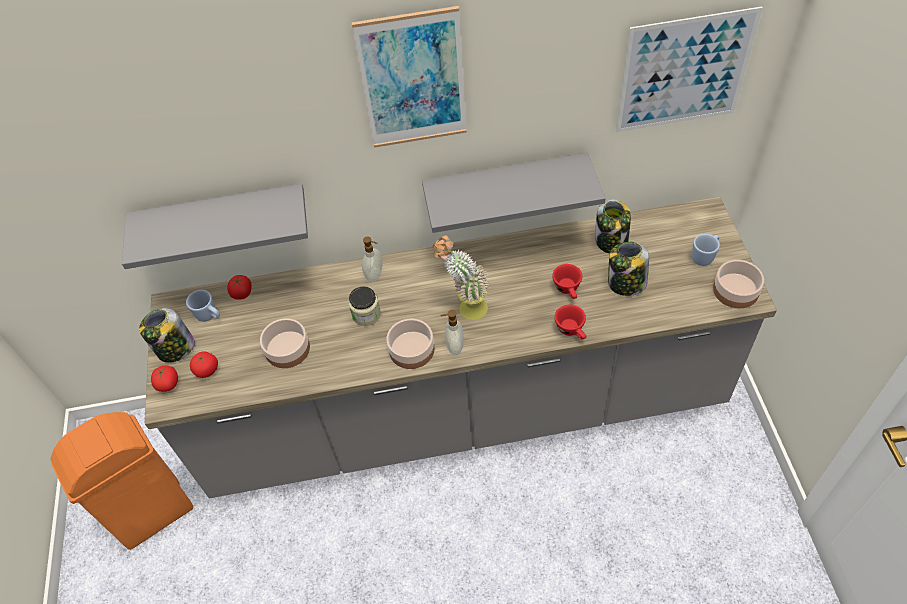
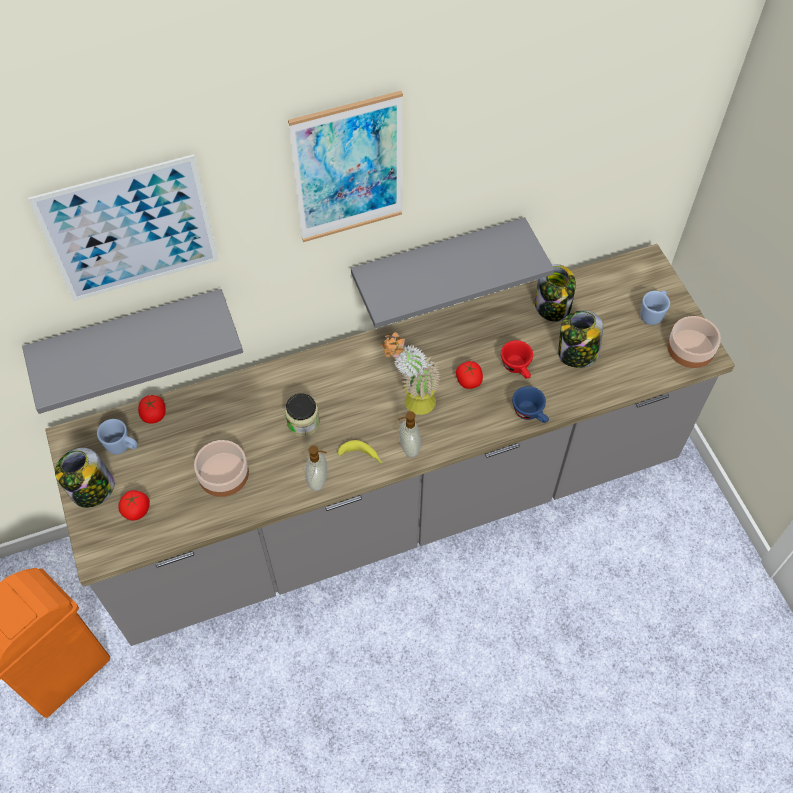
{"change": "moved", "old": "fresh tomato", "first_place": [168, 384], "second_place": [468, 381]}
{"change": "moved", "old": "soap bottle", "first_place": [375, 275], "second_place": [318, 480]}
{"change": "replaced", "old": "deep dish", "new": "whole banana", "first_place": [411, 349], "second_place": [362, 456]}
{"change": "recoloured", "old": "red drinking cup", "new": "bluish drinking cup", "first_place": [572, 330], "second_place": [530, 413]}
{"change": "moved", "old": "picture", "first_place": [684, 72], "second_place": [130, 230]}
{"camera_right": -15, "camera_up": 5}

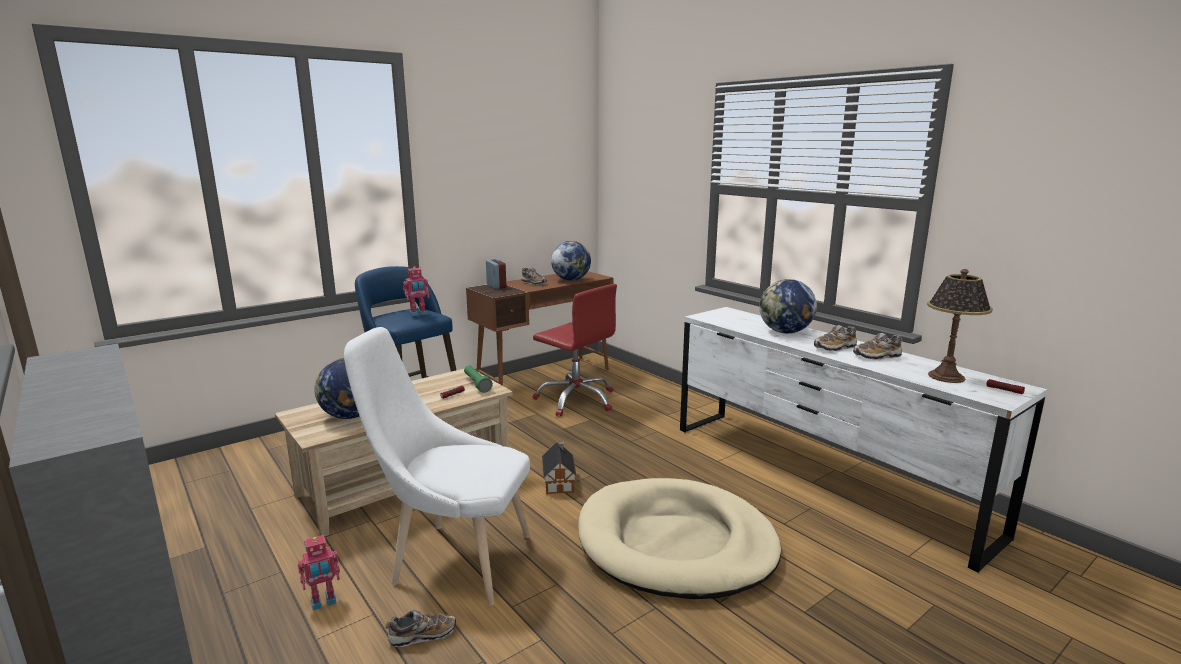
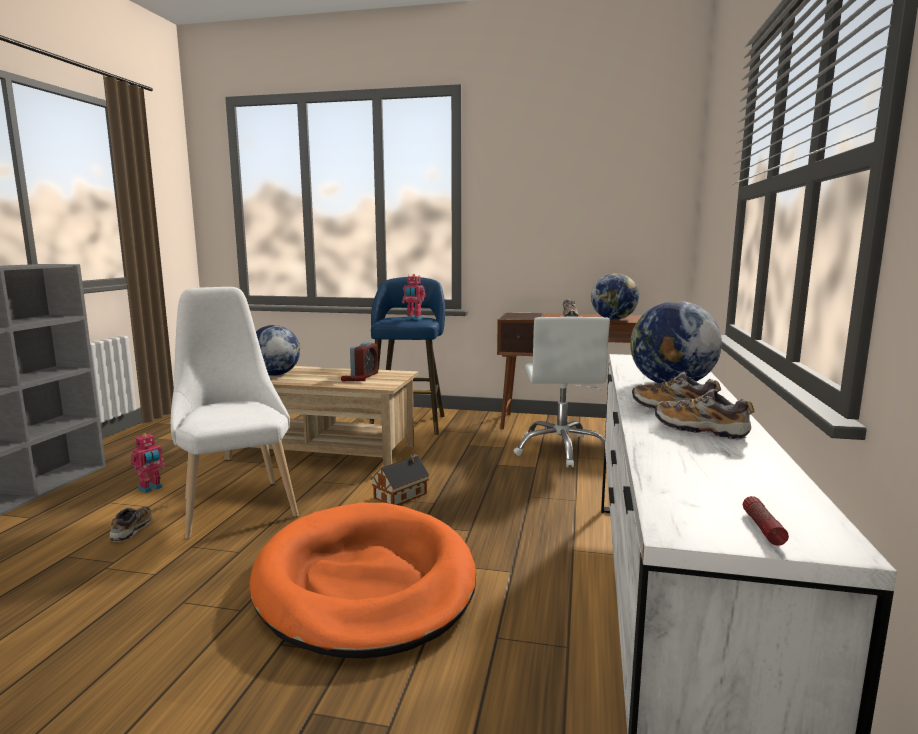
{"change": "turned", "old": "model robot", "first_place": [324, 602], "second_place": [151, 488], "degrees": -75}
{"change": "turned", "old": "shoe", "first_place": [422, 636], "second_place": [131, 530], "degrees": -120}
{"change": "removed", "old": "green hand torch", "first_place": [476, 384]}
{"change": "moved", "old": "bedside clock", "first_place": [496, 286], "second_place": [364, 375]}
{"change": "recoloured", "old": "red office chair", "new": "white-coloured office chair", "first_place": [576, 399], "second_place": [561, 449]}
{"change": "recoloured", "old": "beige pet bed", "new": "orange pet bed", "first_place": [676, 543], "second_place": [365, 583]}
{"change": "removed", "old": "tabletop lamp", "first_place": [946, 376]}
{"camera_right": 50, "camera_up": -5}

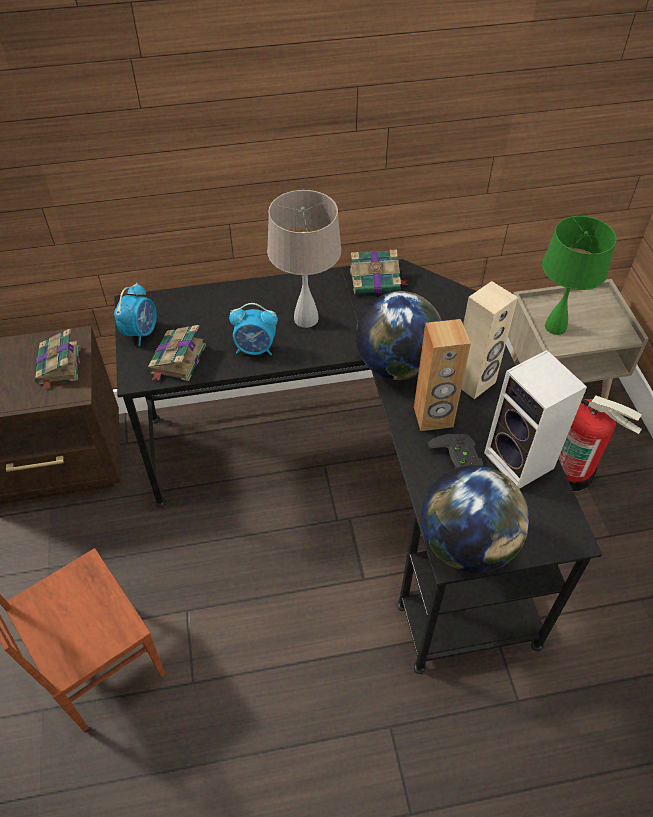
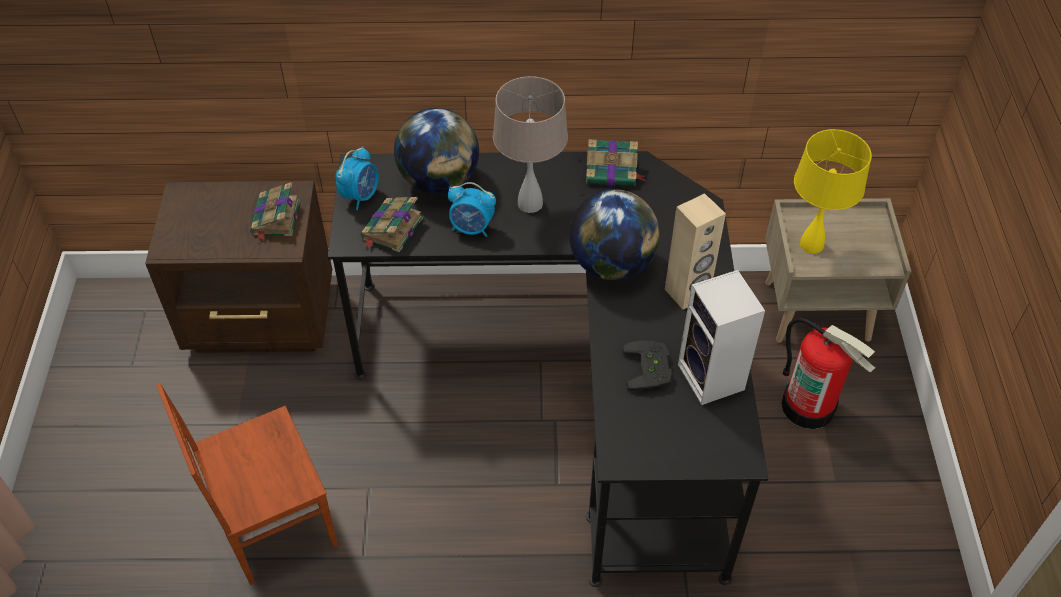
{"change": "removed", "old": "brown-coloured audio speaker", "first_place": [433, 417]}
{"change": "moved", "old": "world globe", "first_place": [467, 544], "second_place": [439, 181]}
{"change": "recoloured", "old": "green tabletop lamp", "new": "yellow-coloured tabletop lamp", "first_place": [555, 327], "second_place": [812, 245]}
{"camera_right": 10, "camera_up": 0}

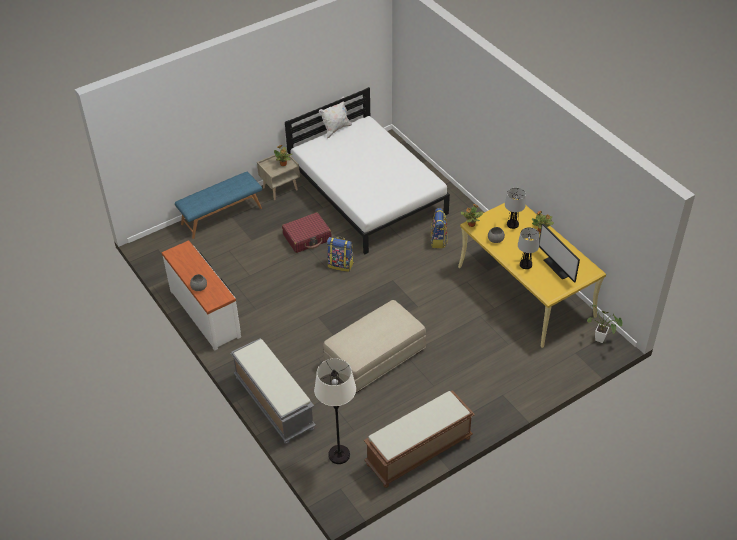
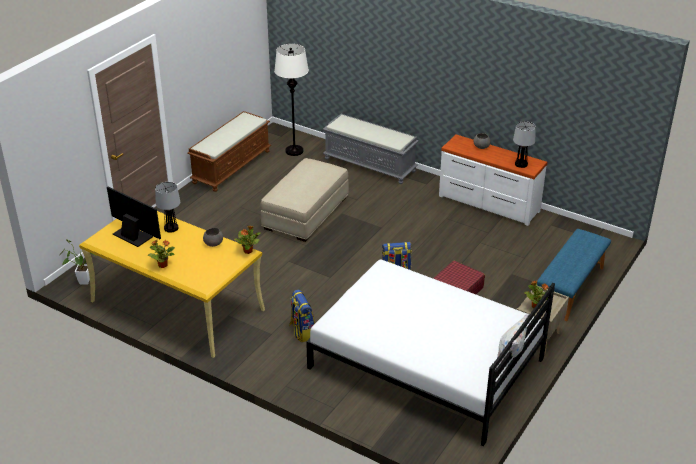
{"change": "moved", "old": "tabletop lamp", "first_place": [512, 224], "second_place": [521, 164]}
{"camera_right": 155, "camera_up": -10}

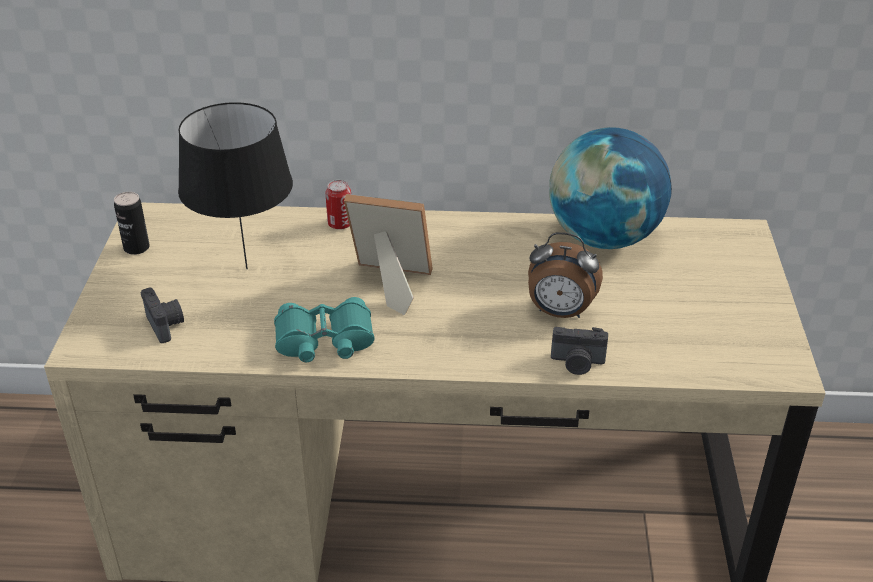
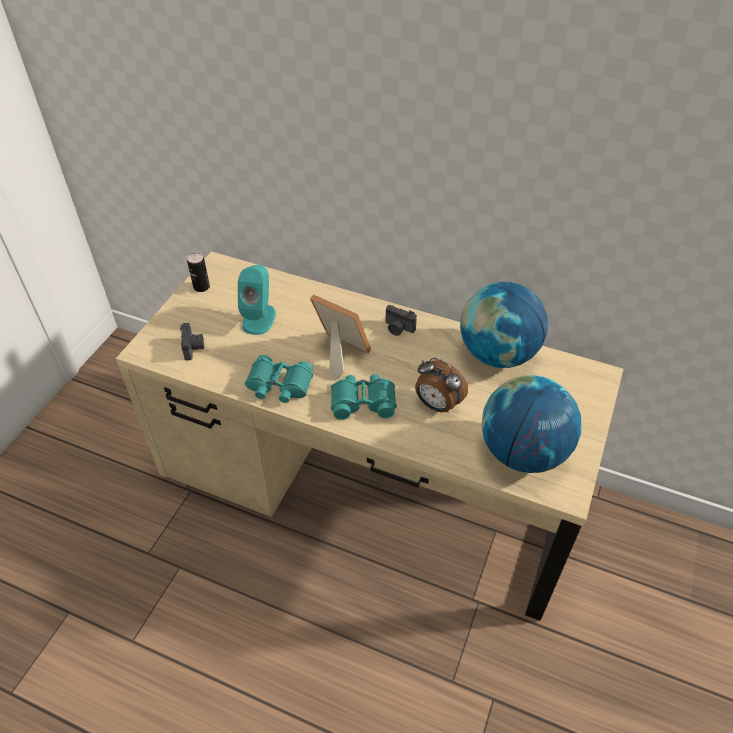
{"change": "replaced", "old": "black-coloured tabletop lamp", "new": "blue-green audio speaker", "first_place": [247, 268], "second_place": [259, 318]}
{"change": "removed", "old": "can", "first_place": [340, 224]}
{"change": "moved", "old": "photo camera", "first_place": [577, 363], "second_place": [398, 328]}
{"change": "added", "new": "blue-green binoculars", "second_place": [363, 401]}
{"change": "added", "new": "world globe", "second_place": [523, 452]}
{"camera_right": 20, "camera_up": 10}

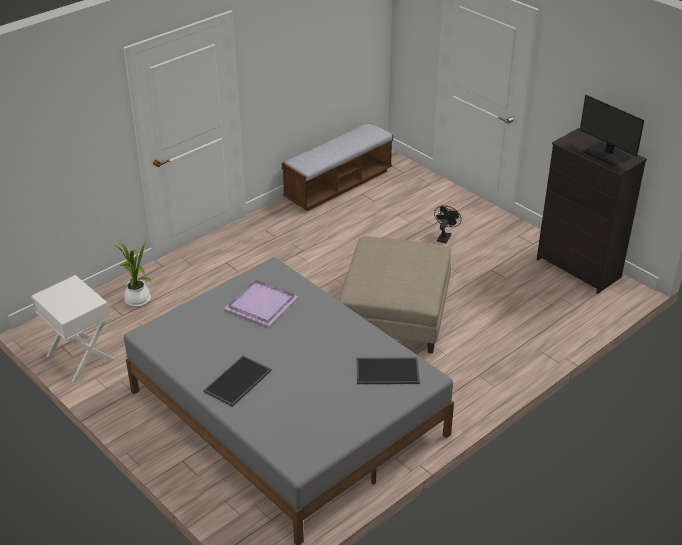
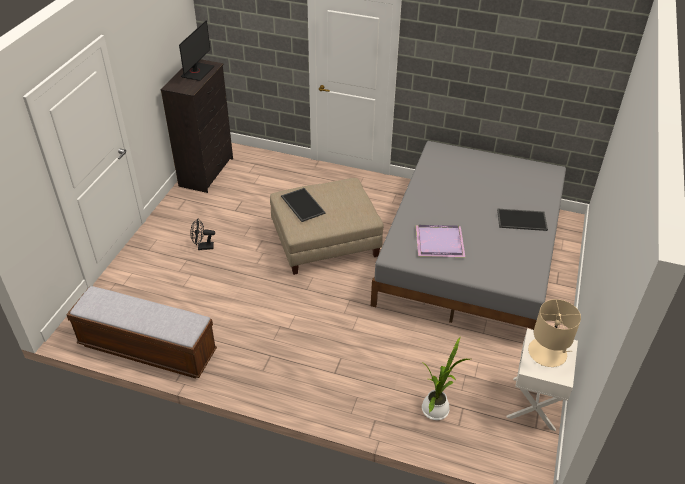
{"change": "moved", "old": "tray", "first_place": [388, 370], "second_place": [302, 205]}
{"change": "added", "new": "beige tabletop lamp", "second_place": [548, 352]}
{"camera_right": -120, "camera_up": 5}

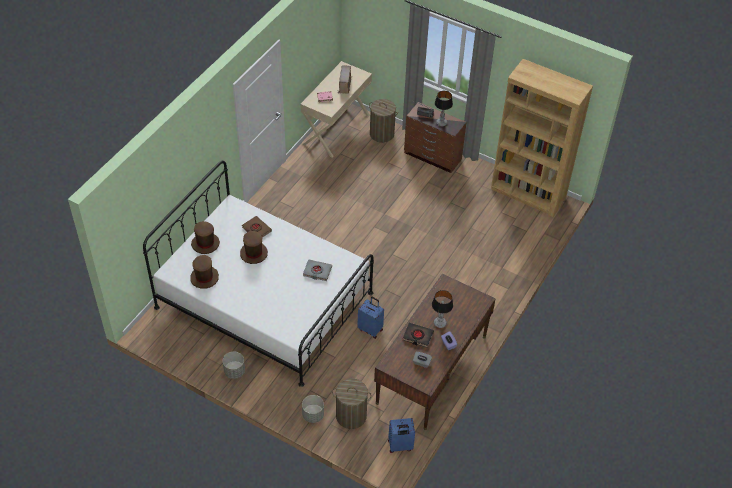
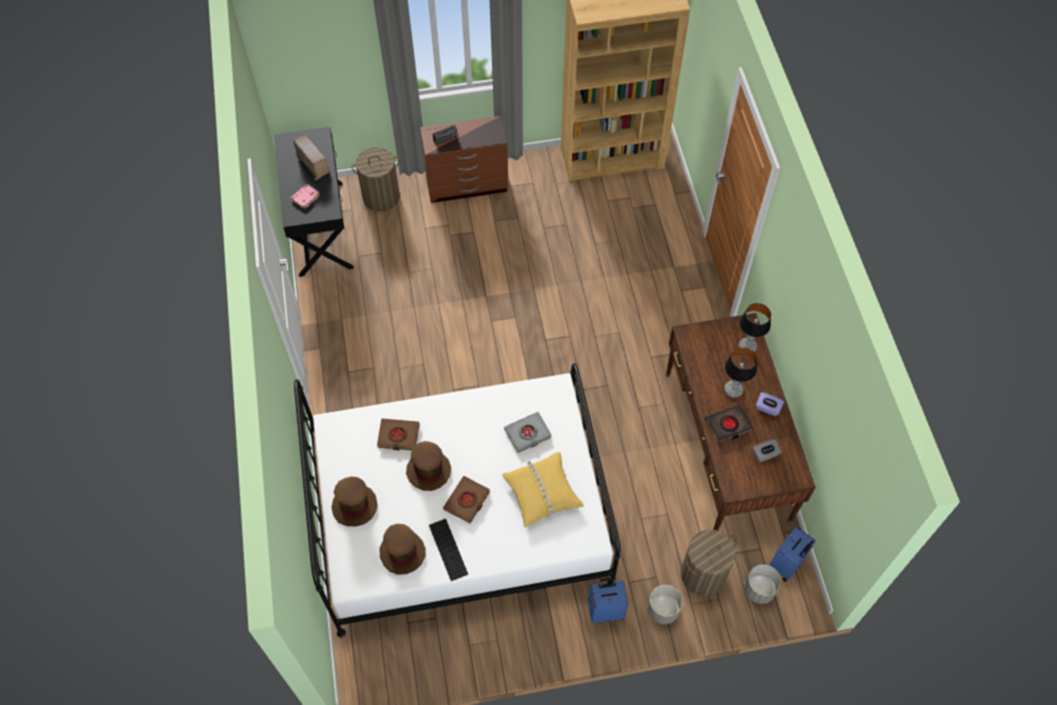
{"change": "moved", "old": "gray planter", "first_place": [234, 371], "second_place": [759, 589]}
{"change": "recoloured", "old": "beige hall table", "new": "black-coloured hall table", "first_place": [336, 129], "second_place": [320, 228]}
{"change": "moved", "old": "bluish suitcase", "first_place": [370, 329], "second_place": [606, 610]}
{"change": "moved", "old": "tabletop lamp", "first_place": [441, 123], "second_place": [747, 346]}
{"change": "added", "new": "PC keyboard", "second_place": [448, 549]}
{"change": "added", "new": "brown-coloured bound book", "second_place": [467, 501]}
{"change": "added", "new": "yellow-coloured throw pillow", "second_place": [542, 492]}
{"camera_right": -40, "camera_up": 10}

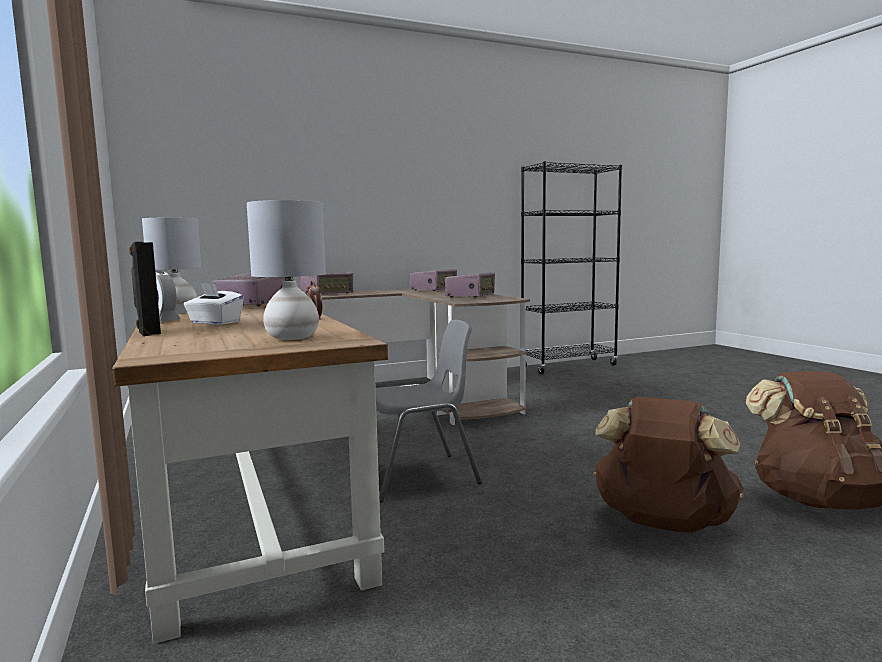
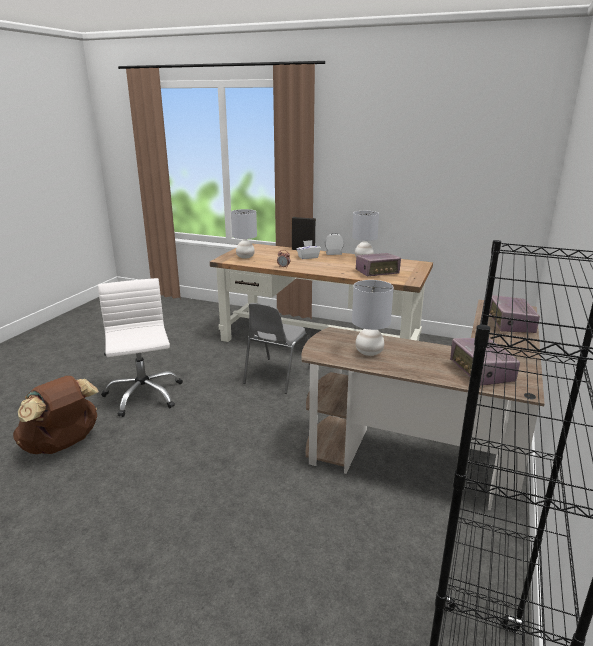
{"change": "replaced", "old": "radio set", "new": "gray tabletop lamp", "first_place": [471, 296], "second_place": [369, 352]}
{"change": "replaced", "old": "brown-coloured rucksack", "new": "white-coloured office chair", "first_place": [662, 524], "second_place": [143, 395]}
{"camera_right": 135, "camera_up": 15}

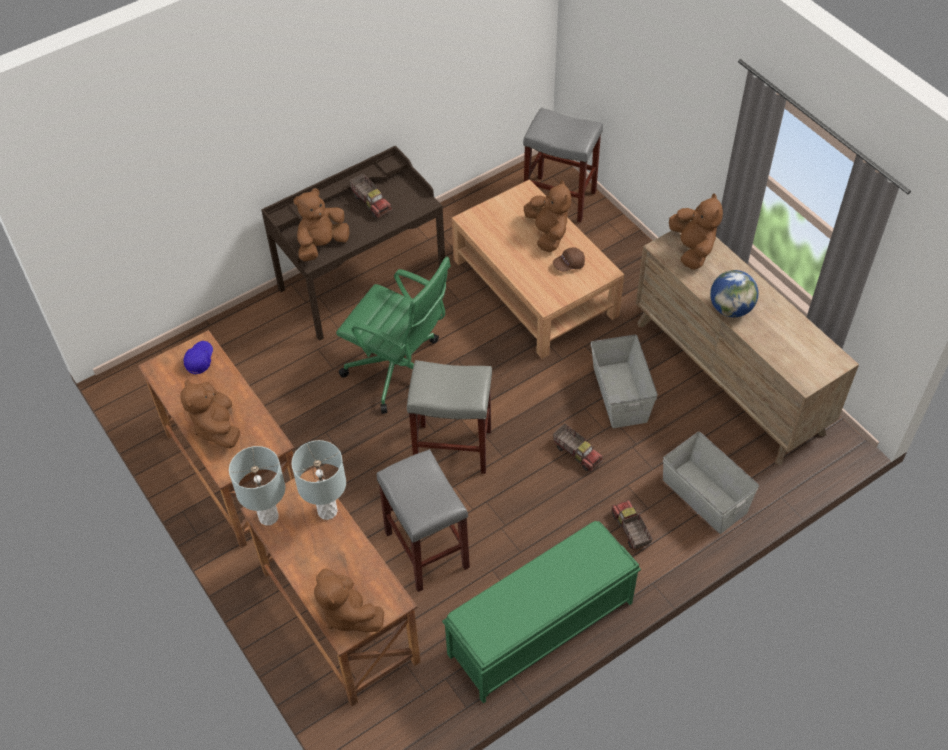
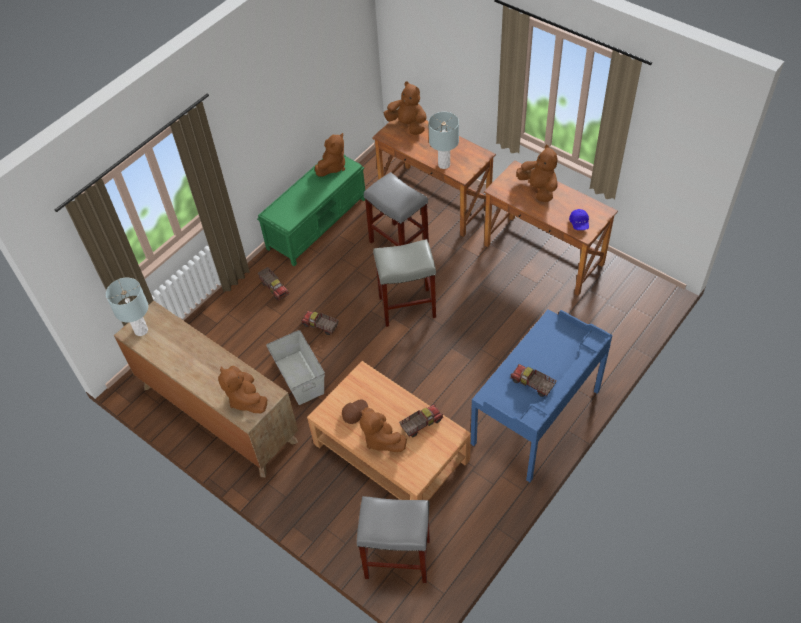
{"change": "moved", "old": "gray tabletop lamp", "first_place": [268, 516], "second_place": [141, 330]}
{"change": "recoloured", "old": "brown-coloured desk", "new": "bluish desk", "first_place": [361, 281], "second_place": [536, 417]}
{"change": "moved", "old": "brown-coloured soft toy", "first_place": [322, 245], "second_place": [332, 167]}
{"change": "removed", "old": "green office chair", "first_place": [399, 371]}
{"change": "removed", "old": "gray storage bin", "first_place": [704, 496]}
{"change": "removed", "old": "world globe", "first_place": [730, 308]}
{"change": "added", "new": "toy truck", "second_place": [421, 424]}
{"camera_right": 165, "camera_up": 0}

